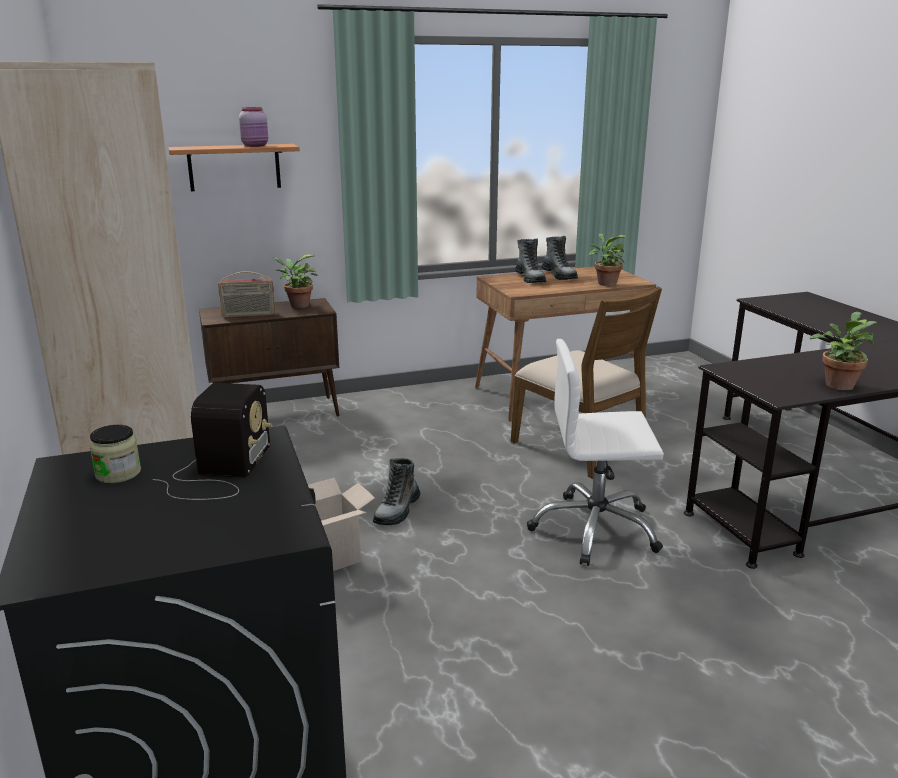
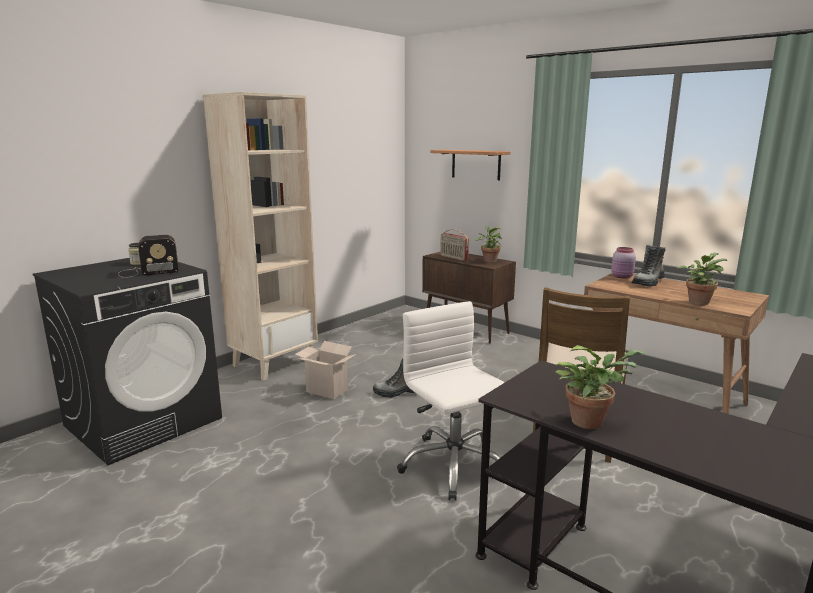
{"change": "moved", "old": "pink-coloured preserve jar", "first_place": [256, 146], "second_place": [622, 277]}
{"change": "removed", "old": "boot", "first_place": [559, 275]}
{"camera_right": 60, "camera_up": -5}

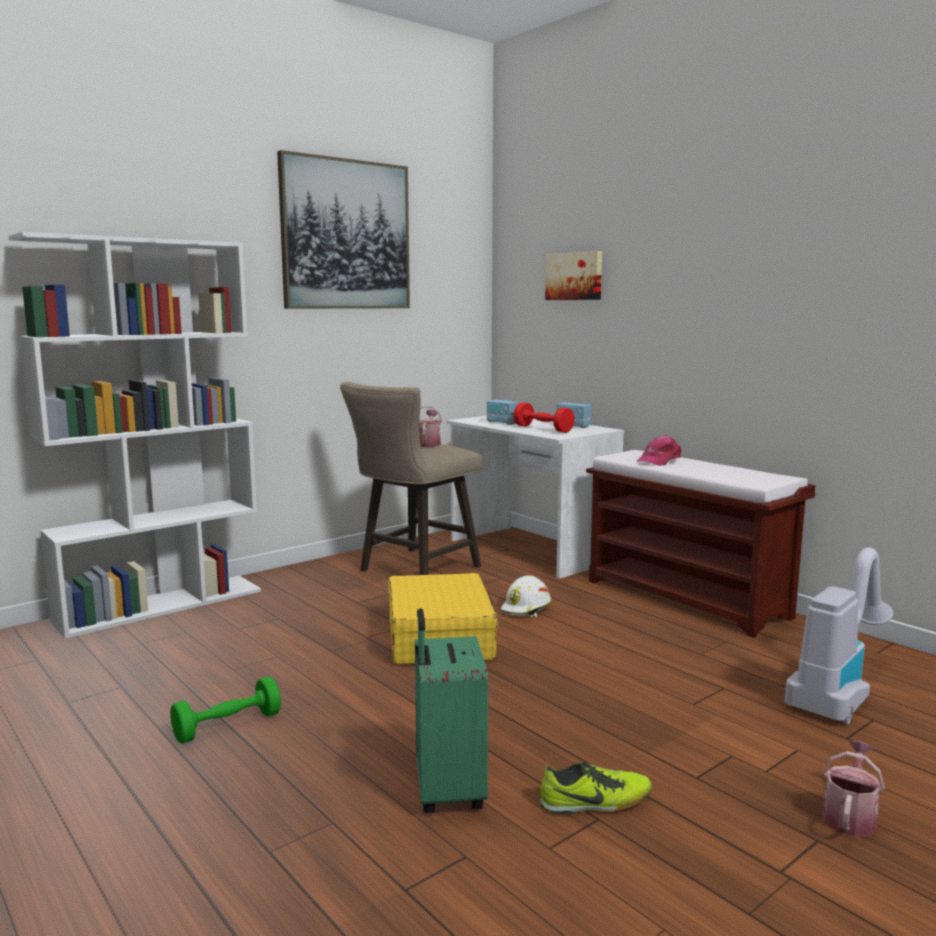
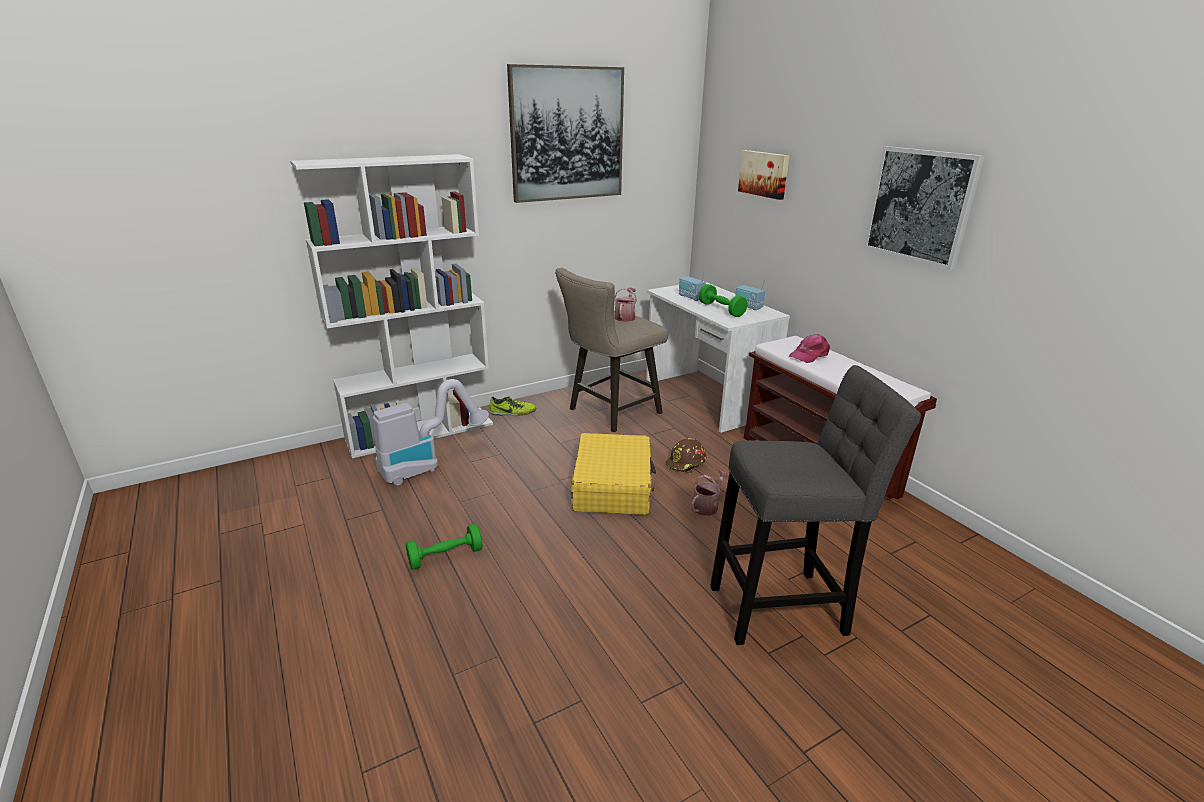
{"change": "removed", "old": "green suitcase", "first_place": [447, 791]}
{"change": "recoloured", "old": "white-coloured safety helmet", "new": "brown-coloured safety helmet", "first_place": [526, 609], "second_place": [686, 463]}
{"change": "recoloured", "old": "red hand weight", "new": "green hand weight", "first_place": [543, 429], "second_place": [721, 310]}
{"change": "moved", "old": "shoe", "first_place": [596, 803], "second_place": [513, 413]}
{"change": "moved", "old": "vacuum", "first_place": [838, 691], "second_place": [428, 464]}
{"change": "moved", "old": "sprinkling can", "first_place": [850, 816], "second_place": [707, 506]}
{"change": "added", "new": "gray stool", "second_place": [784, 608]}
{"change": "added", "new": "picture", "second_place": [920, 205]}
{"camera_right": 10, "camera_up": 15}

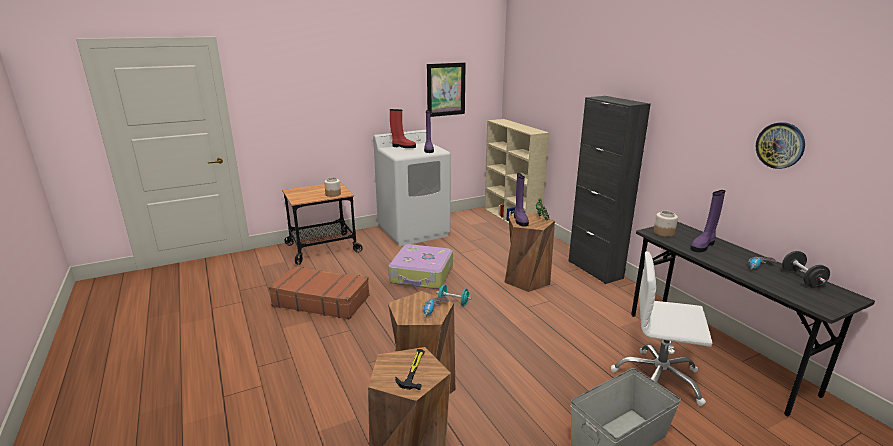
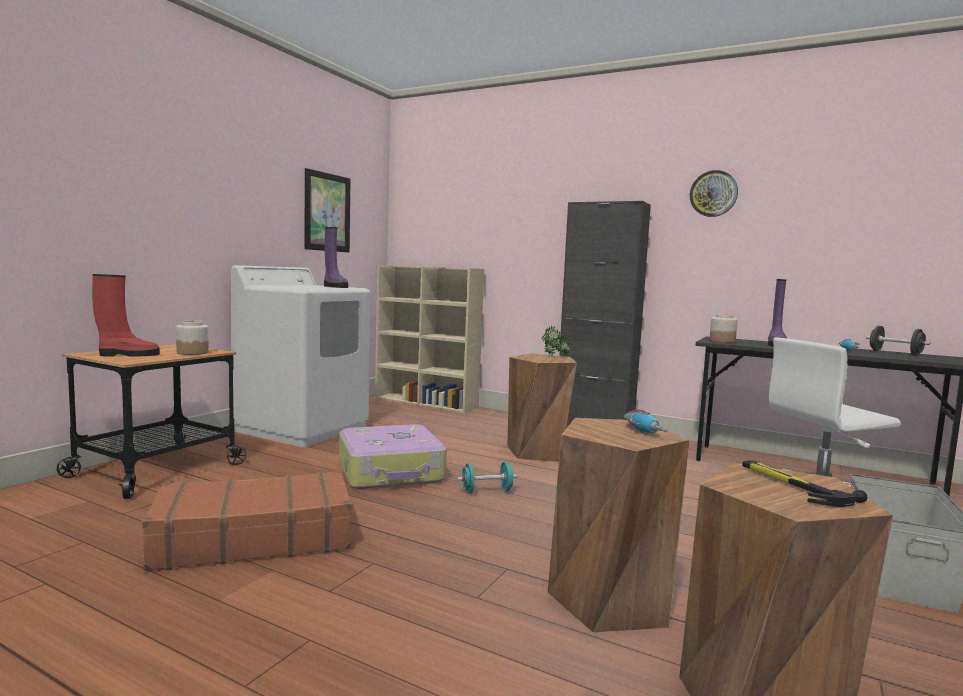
{"change": "moved", "old": "red boot", "first_place": [403, 146], "second_place": [127, 355]}
{"change": "removed", "old": "purple-coloured boot", "first_place": [520, 220]}
{"change": "moved", "old": "wall clock", "first_place": [780, 145], "second_place": [713, 193]}
{"camera_right": -35, "camera_up": -15}

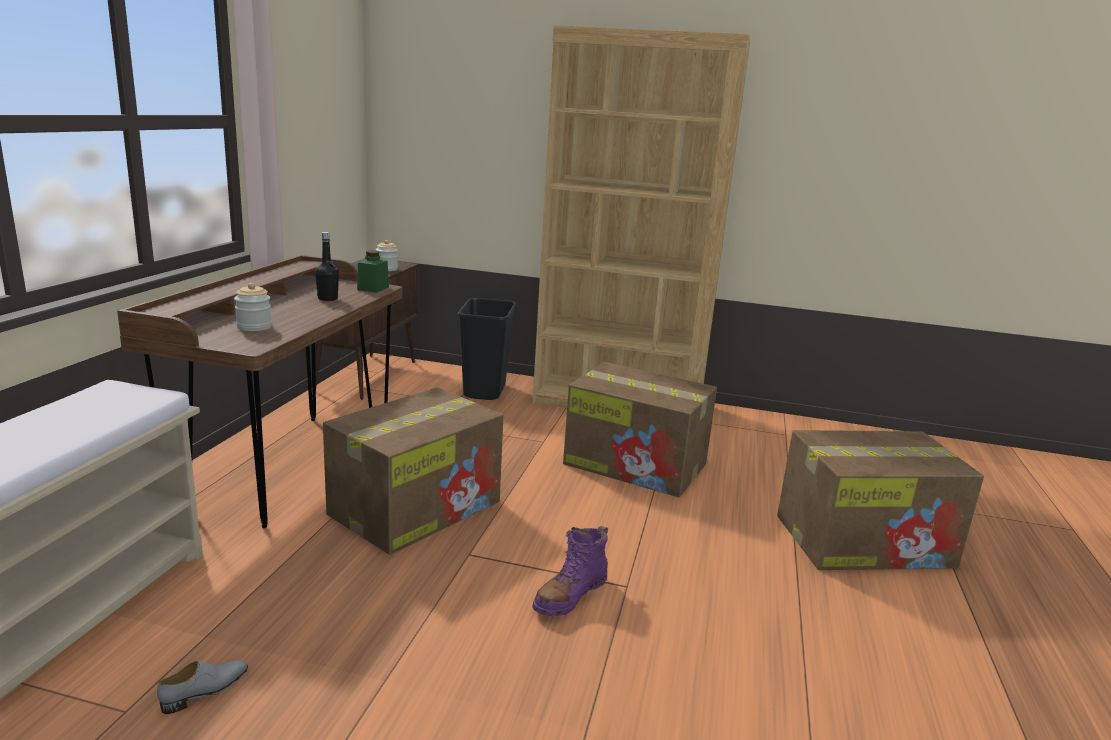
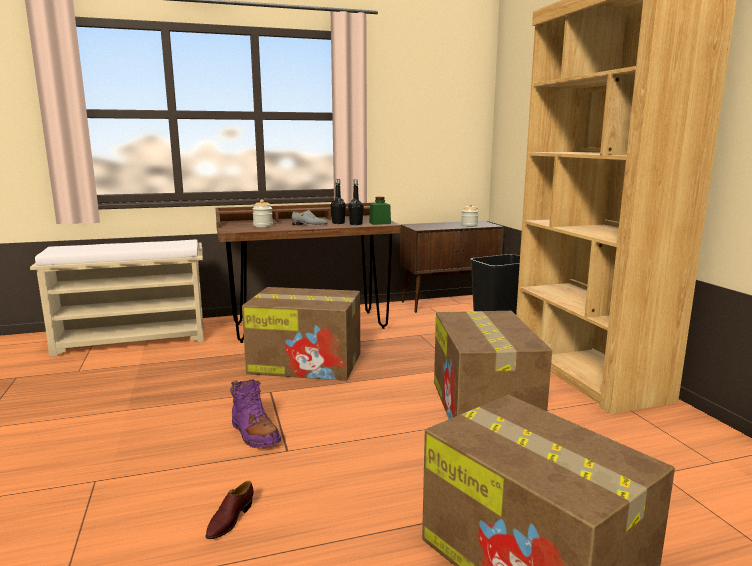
{"change": "moved", "old": "gray shoe", "first_place": [206, 691], "second_place": [309, 225]}
{"change": "turned", "old": "purple-coloured boot", "first_place": [570, 595], "second_place": [254, 434], "degrees": -135}
{"change": "added", "new": "brown-coloured shoe", "second_place": [230, 520]}
{"change": "added", "new": "black-coloured bottle", "second_place": [356, 224]}
{"camera_right": 60, "camera_up": -5}

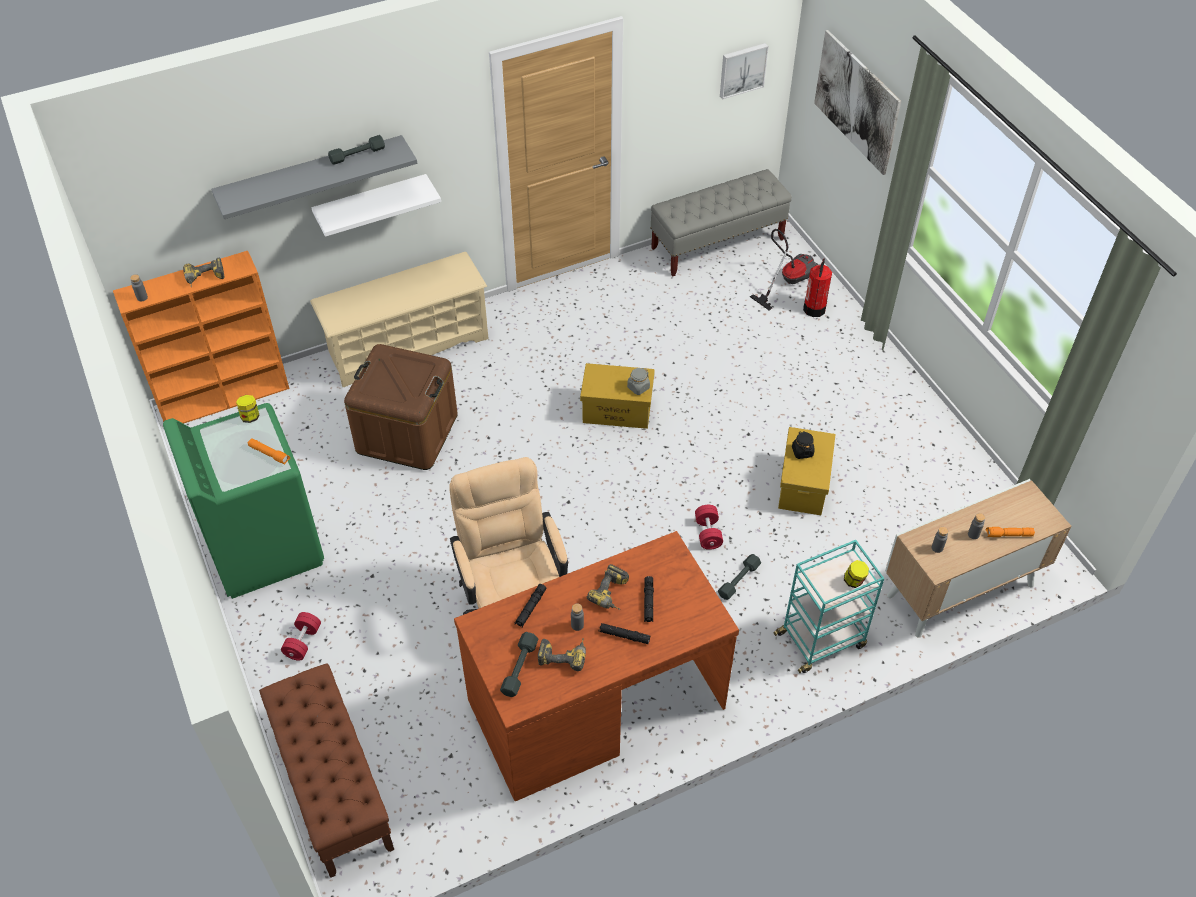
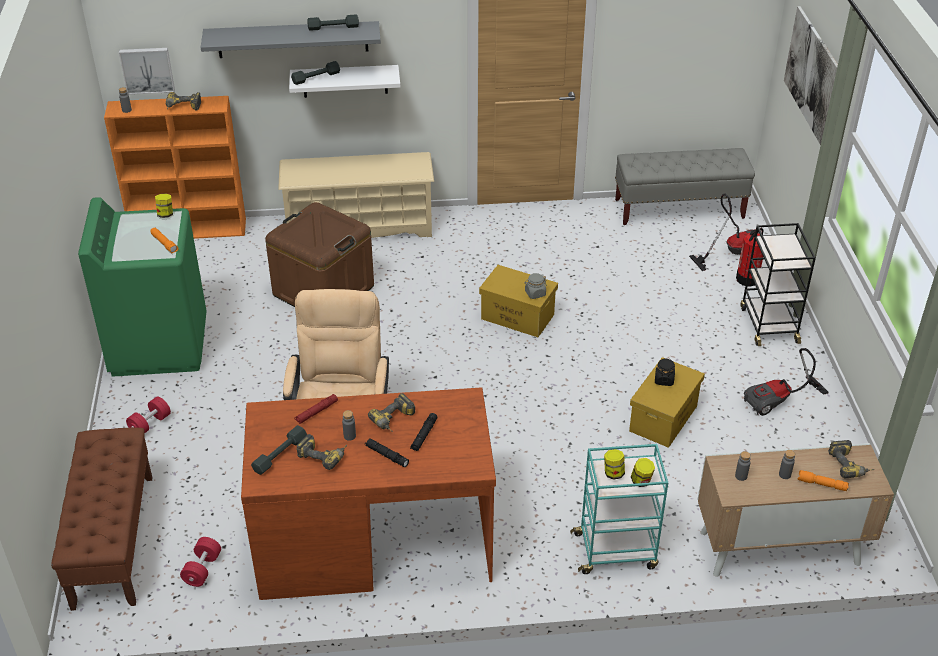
{"change": "recoloured", "old": "black-coloured hand torch", "new": "red hand torch", "first_place": [530, 608], "second_place": [316, 412]}
{"change": "moved", "old": "red hand weight", "first_place": [708, 533], "second_place": [202, 569]}
{"change": "moved", "old": "gray hand weight", "first_place": [739, 580], "second_place": [316, 77]}
{"change": "moved", "old": "picture", "first_place": [742, 69], "second_place": [147, 69]}
{"change": "added", "new": "preserve jar", "second_place": [613, 473]}
{"change": "added", "new": "black-coloured wheeled cart", "second_place": [768, 324]}
{"change": "added", "new": "vacuum", "second_place": [780, 401]}
{"change": "added", "new": "electric drill", "second_place": [850, 465]}
{"camera_right": 20, "camera_up": -10}

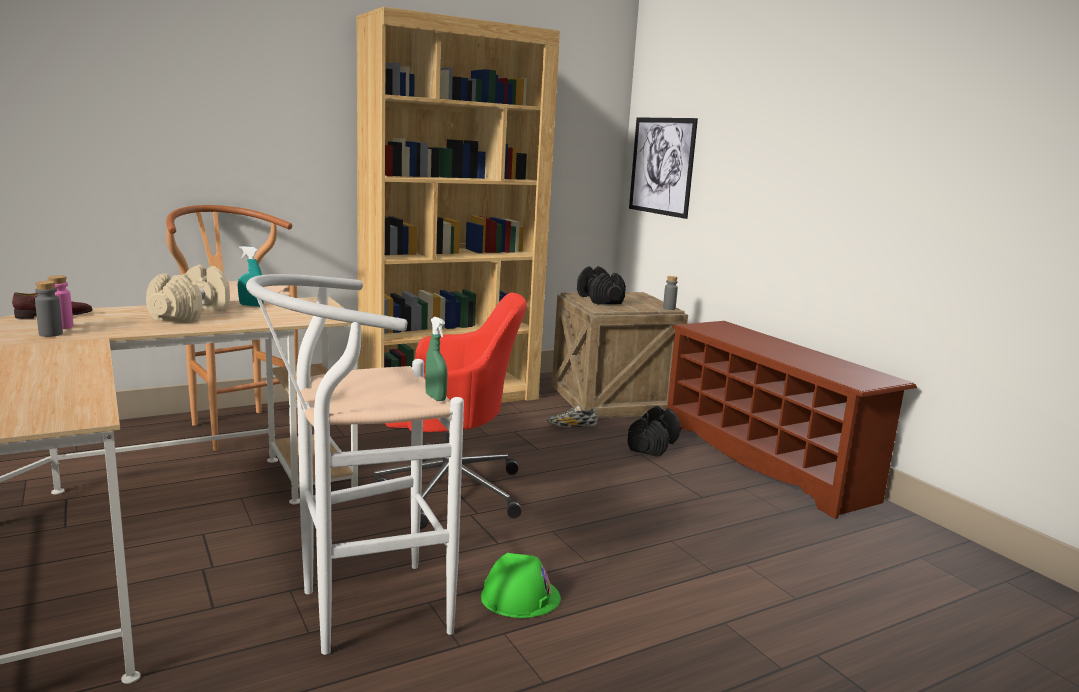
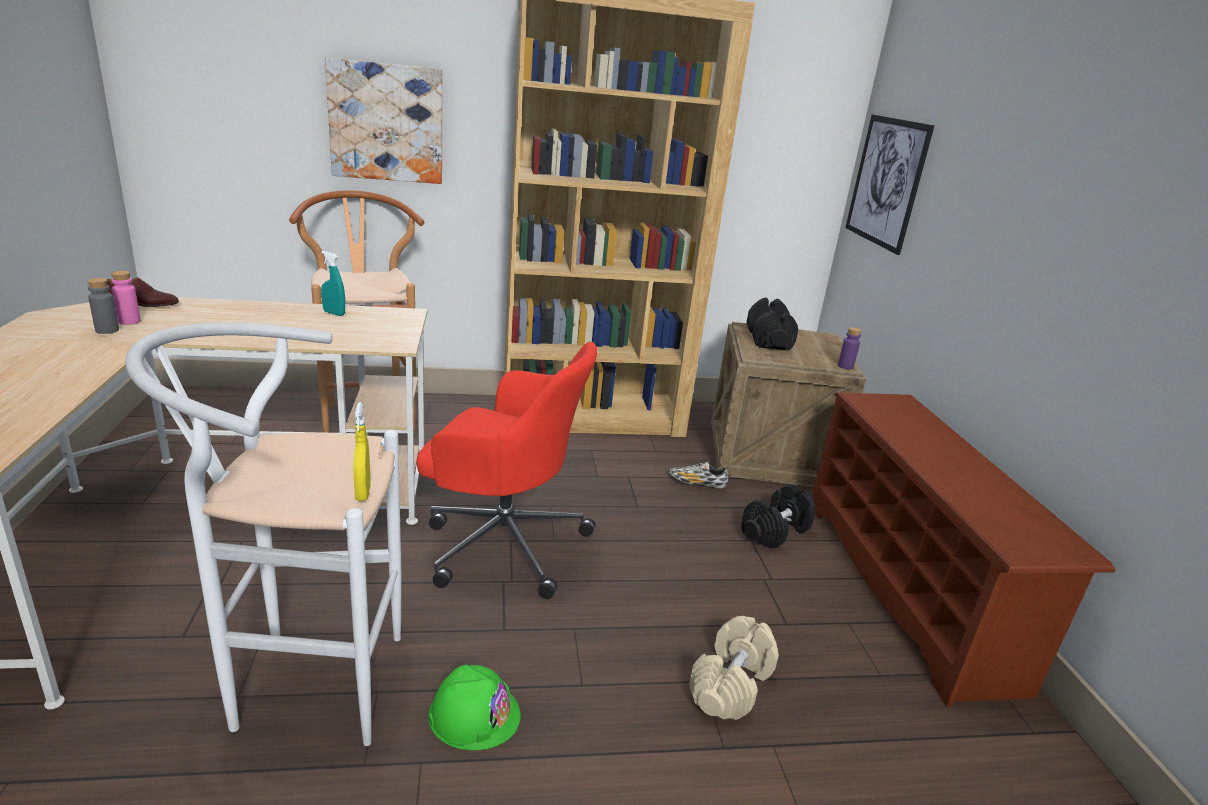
{"change": "moved", "old": "beige hand weight", "first_place": [191, 314], "second_place": [731, 684]}
{"change": "recoloured", "old": "green sprayer", "new": "yellow-coloured sprayer", "first_place": [435, 397], "second_place": [363, 493]}
{"change": "recoloured", "old": "gray bottle", "new": "purple-coloured bottle", "first_place": [669, 308], "second_place": [845, 366]}
{"change": "added", "new": "picture", "second_place": [386, 122]}
{"camera_right": 20, "camera_up": 10}

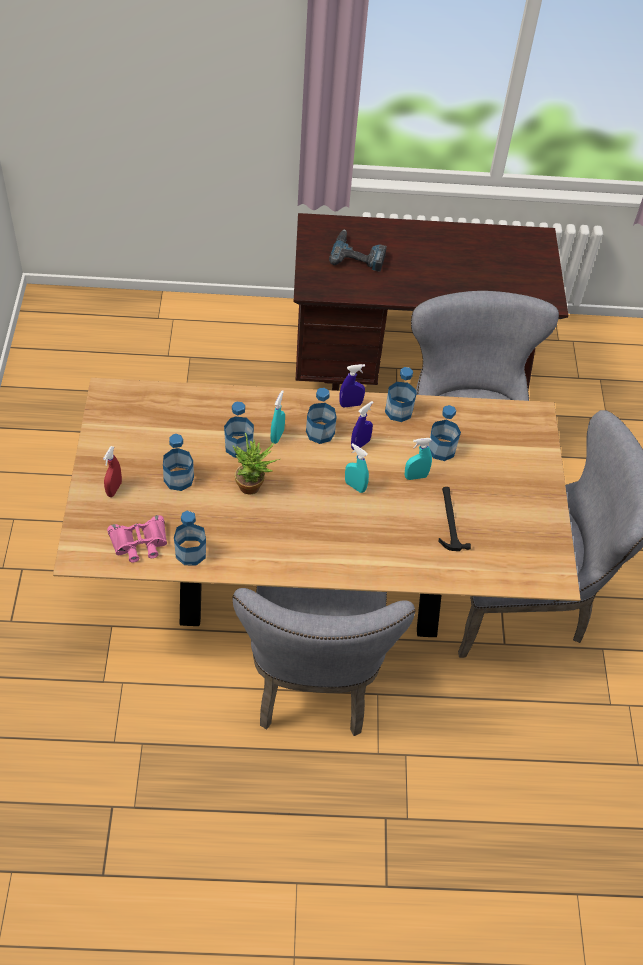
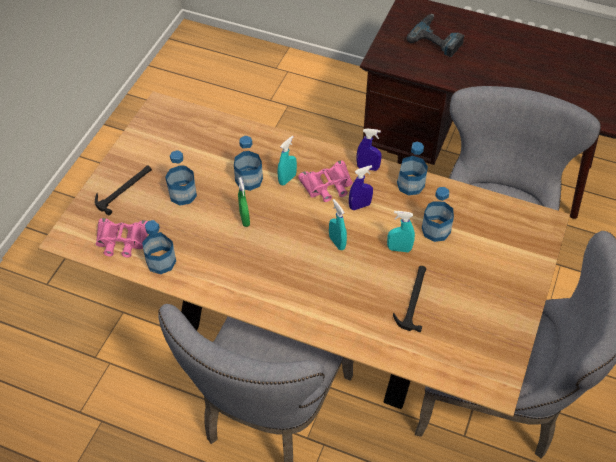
{"change": "replaced", "old": "red sprayer", "new": "hand hammer", "first_place": [114, 489], "second_place": [124, 189]}
{"change": "replaced", "old": "potted plant", "new": "green sprayer", "first_place": [254, 487], "second_place": [244, 219]}
{"change": "replaced", "old": "bottle", "new": "pink-coloured binoculars", "first_place": [320, 432], "second_place": [327, 186]}
{"camera_right": 25, "camera_up": 0}

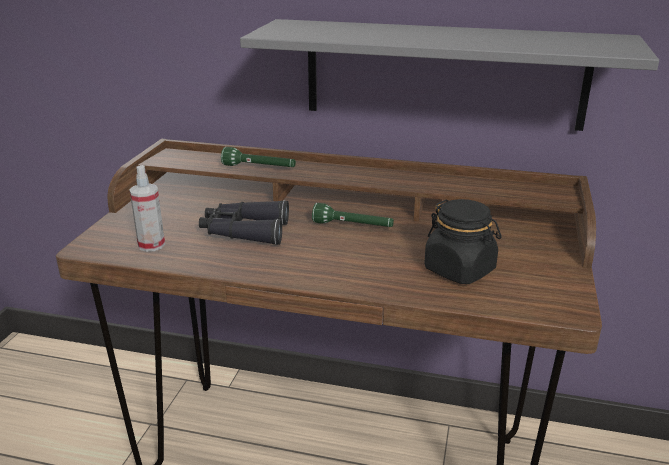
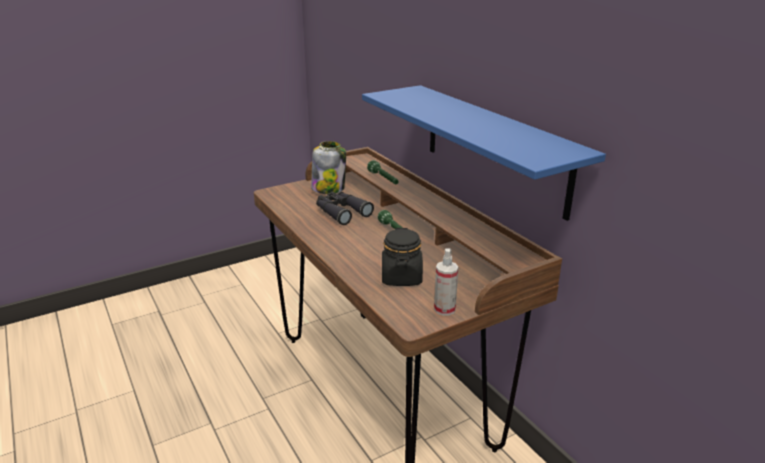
{"change": "moved", "old": "sprayer", "first_place": [151, 245], "second_place": [444, 309]}
{"change": "recoloured", "old": "gray wall shelf", "new": "bluish wall shelf", "first_place": [443, 74], "second_place": [494, 148]}
{"change": "added", "new": "preserve jar", "second_place": [328, 188]}
{"camera_right": 45, "camera_up": 0}

